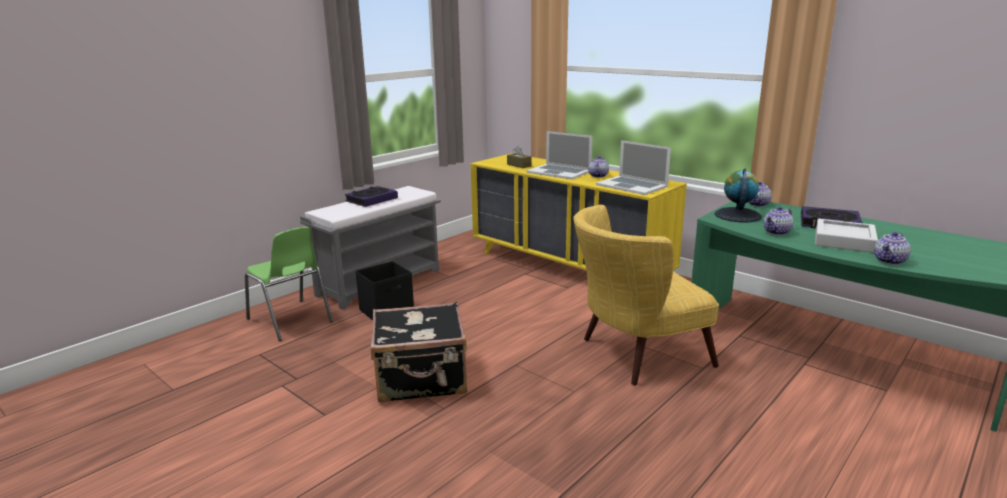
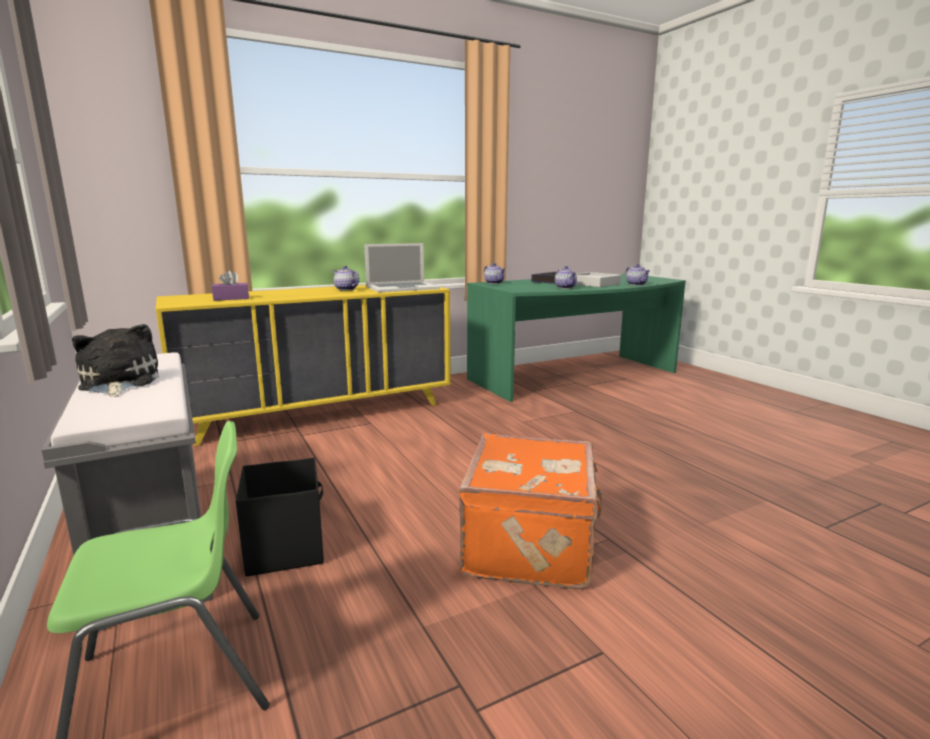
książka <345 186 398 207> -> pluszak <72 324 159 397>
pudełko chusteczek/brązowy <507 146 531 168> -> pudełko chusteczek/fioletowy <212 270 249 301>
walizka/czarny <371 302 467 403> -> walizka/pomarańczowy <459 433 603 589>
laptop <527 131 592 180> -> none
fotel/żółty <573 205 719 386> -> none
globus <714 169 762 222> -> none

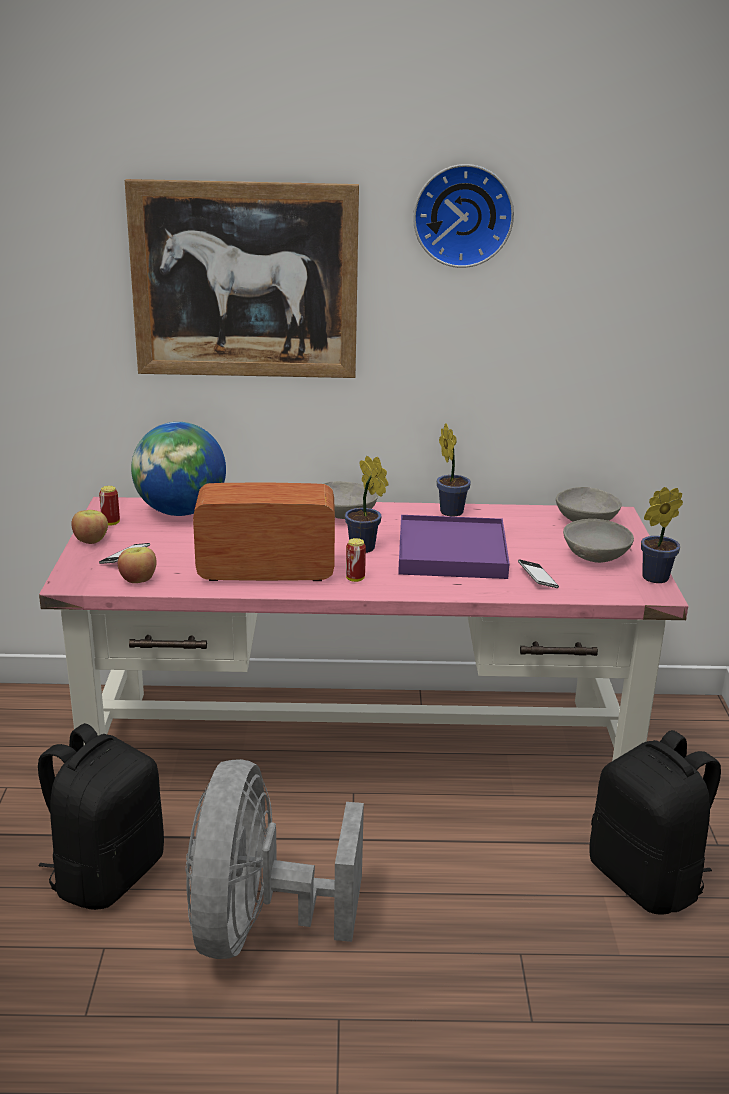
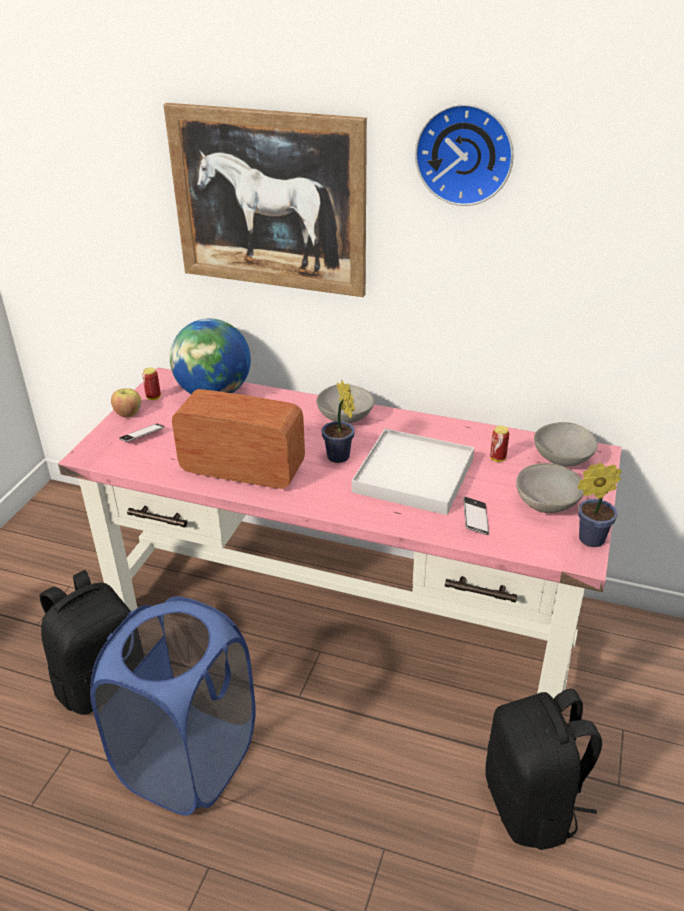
wentylator/szary <185 759 364 959> -> kosz na pranie/niebieski <90 596 256 816>
taca/fioletowy <398 515 510 579> -> taca/biały <352 429 474 515>
puszka <346 538 366 582> -> puszka <490 426 509 462>, moved
jabłko <118 547 157 583> -> none
roślina doniczkowa <437 423 471 517> -> none

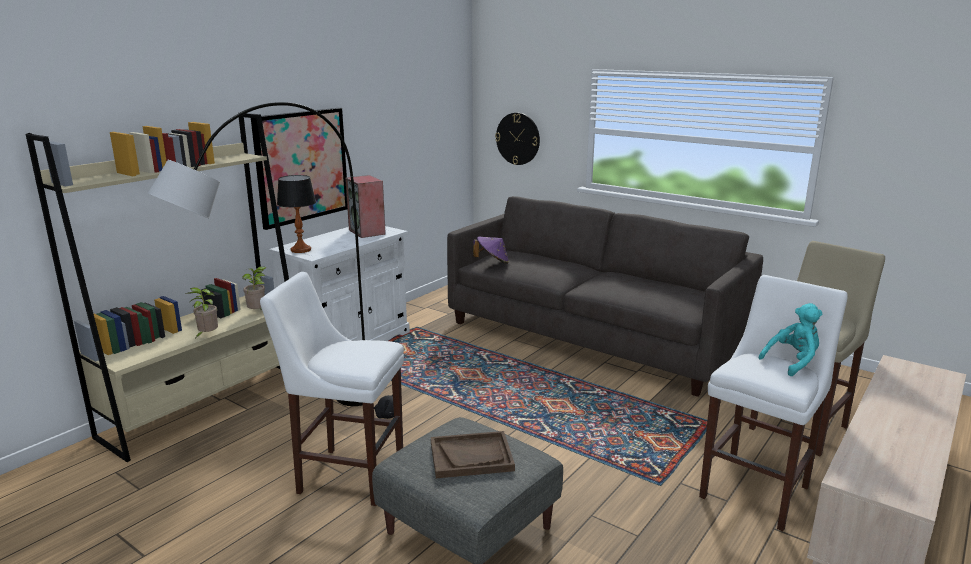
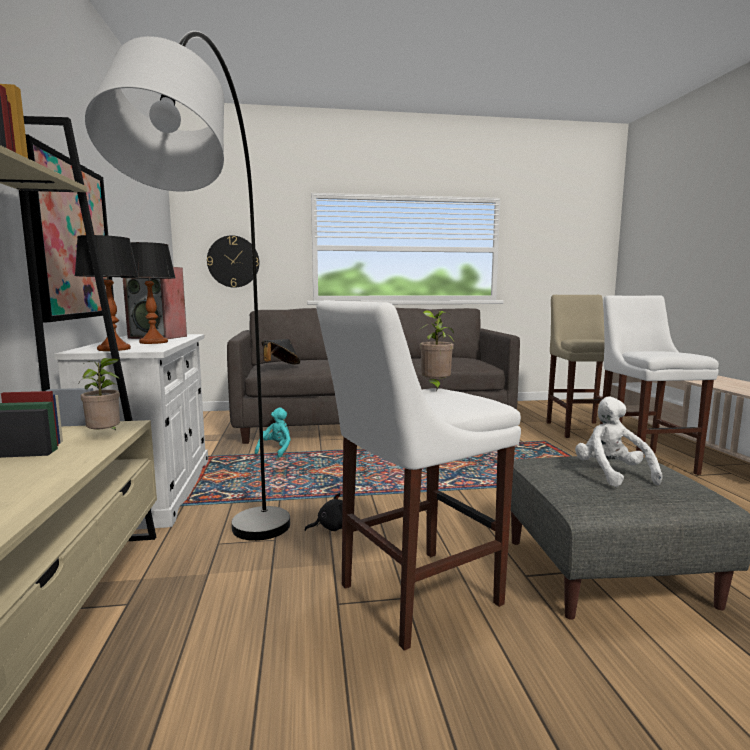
none -> lampa stołowa <121 242 175 344>
pluszak/turkusowy <758 303 823 376> -> pluszak/turkusowy <255 408 291 457>, moved
kapelusz/fioletowy <473 237 509 264> -> kapelusz/czarny <262 339 300 364>
roślina doniczkowa <185 287 218 338> -> roślina doniczkowa <420 310 454 391>, moved
taca/brązowy <431 431 515 478> -> pluszak/biały <575 397 663 487>

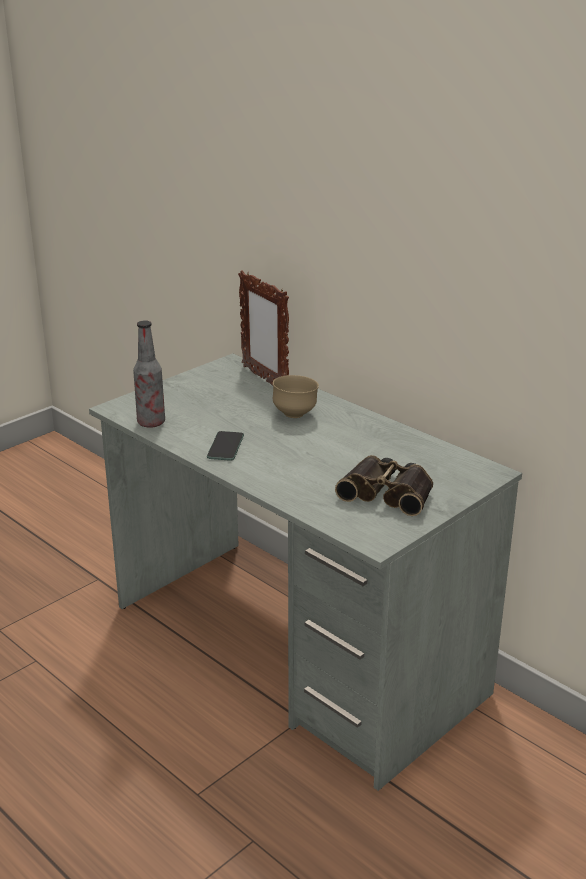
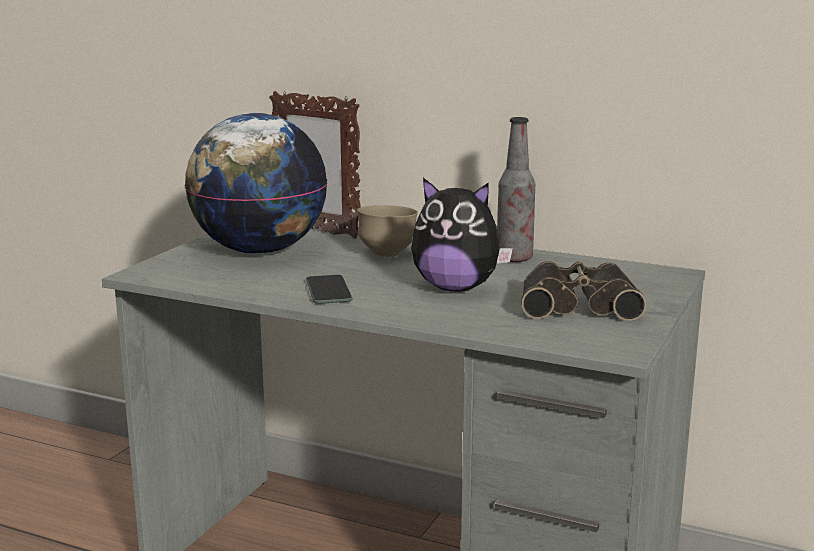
none -> globus <185 113 327 254>
none -> pluszak <411 178 513 292>
butelka <133 320 165 428> -> butelka <497 117 535 262>, moved

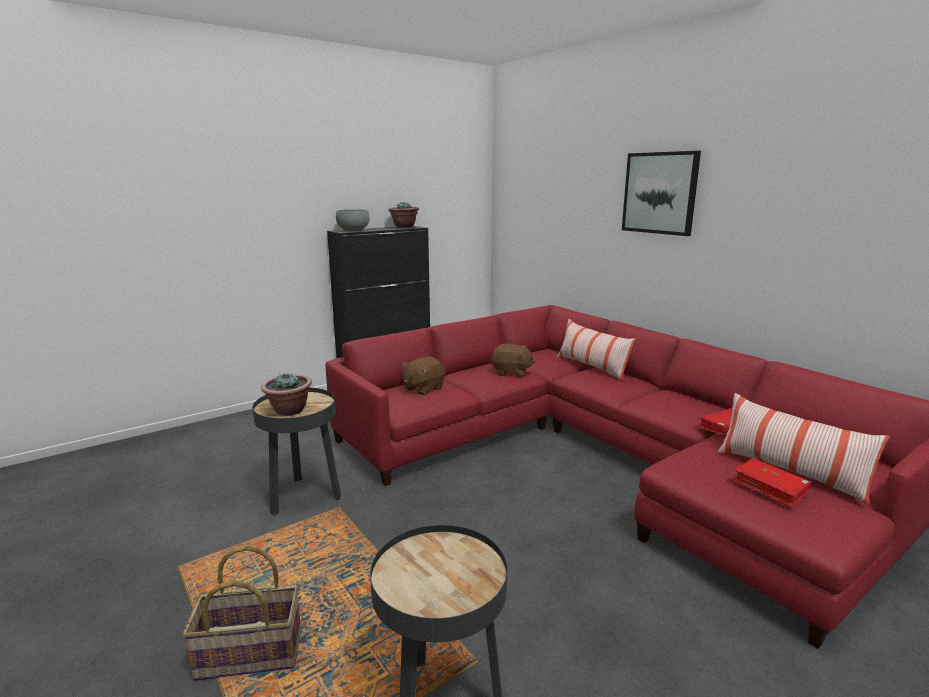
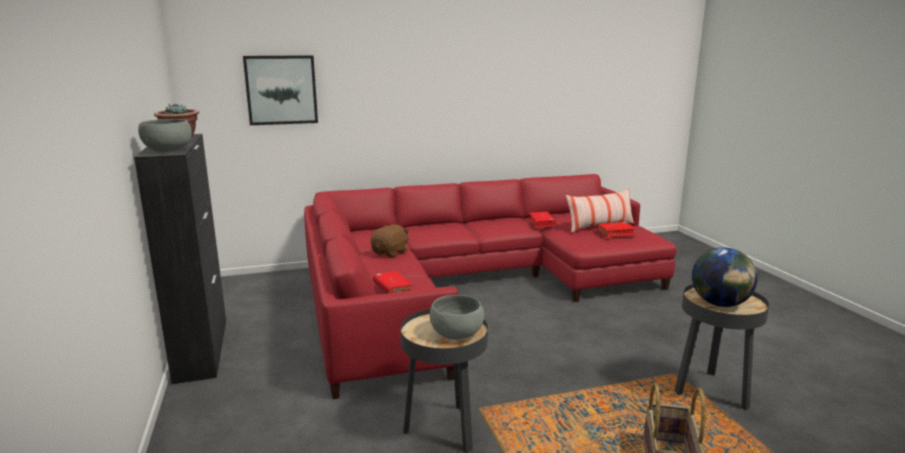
obraz <622 151 701 236> -> obraz <243 55 318 125>, moved
pluszak/brązowy <401 356 446 395> -> książka/czerwony <373 271 414 293>
roślina doniczkowa <261 373 312 416> -> miska/szary <430 295 484 340>
none -> globus <692 247 757 307>
poduszka <557 319 636 381> -> none

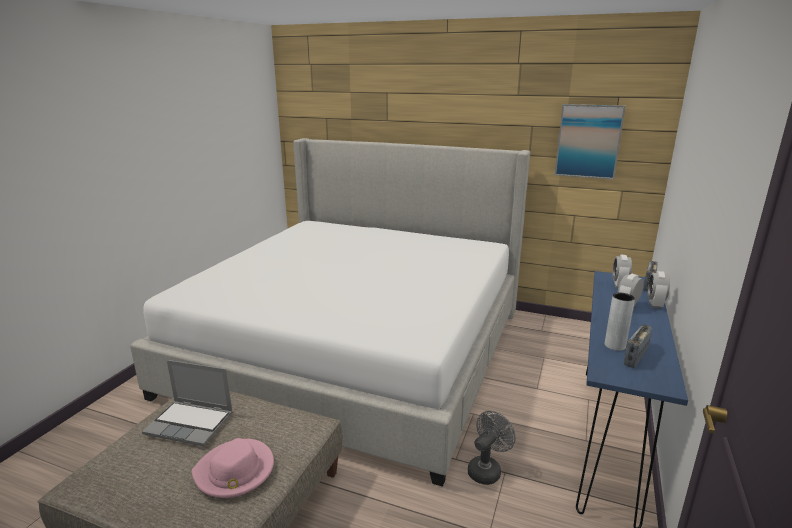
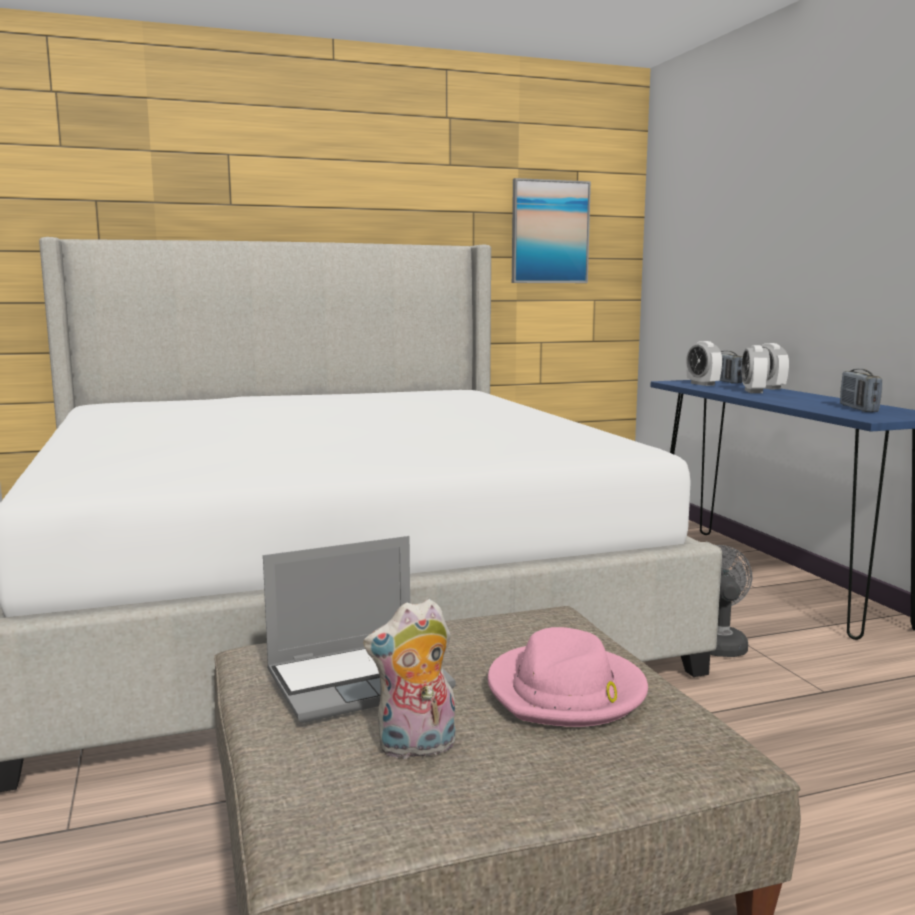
none -> pluszak <363 599 456 759>
wazon/szary <605 293 635 351> -> none

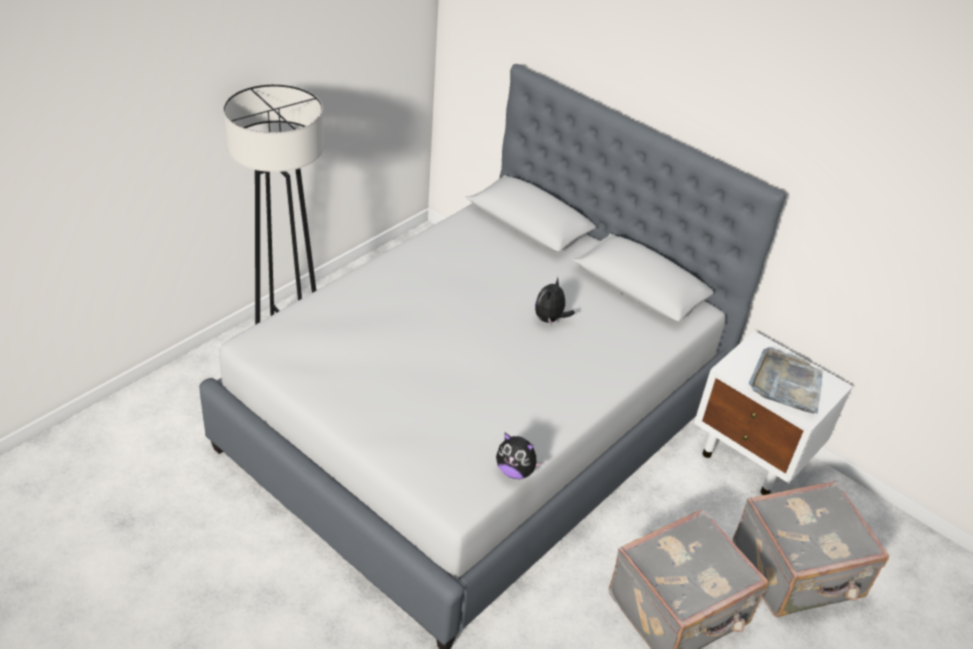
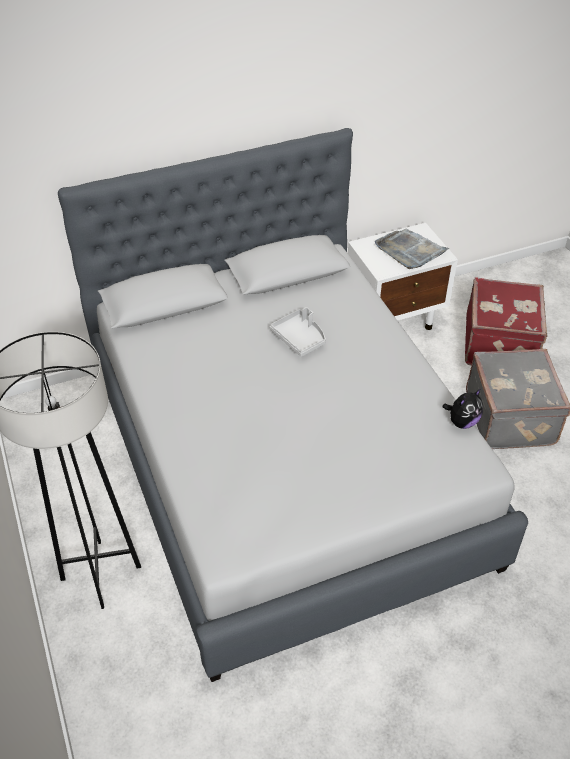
pluszak <535 277 575 324> -> taca/szary <270 307 326 357>
walizka/szary <733 480 889 617> -> walizka/czerwony <465 278 548 365>

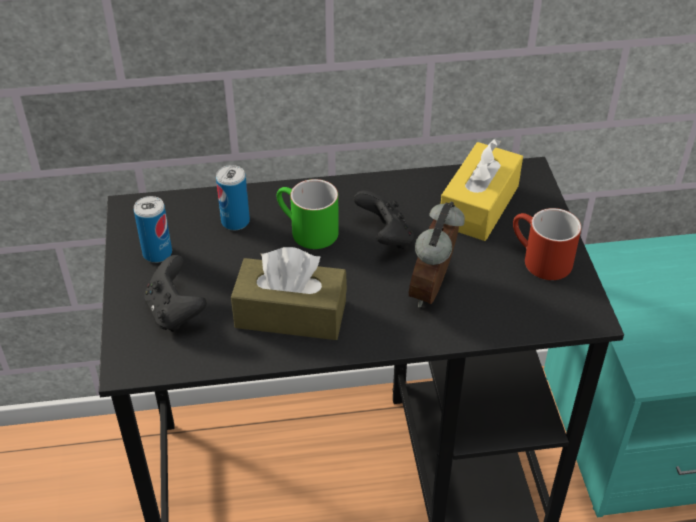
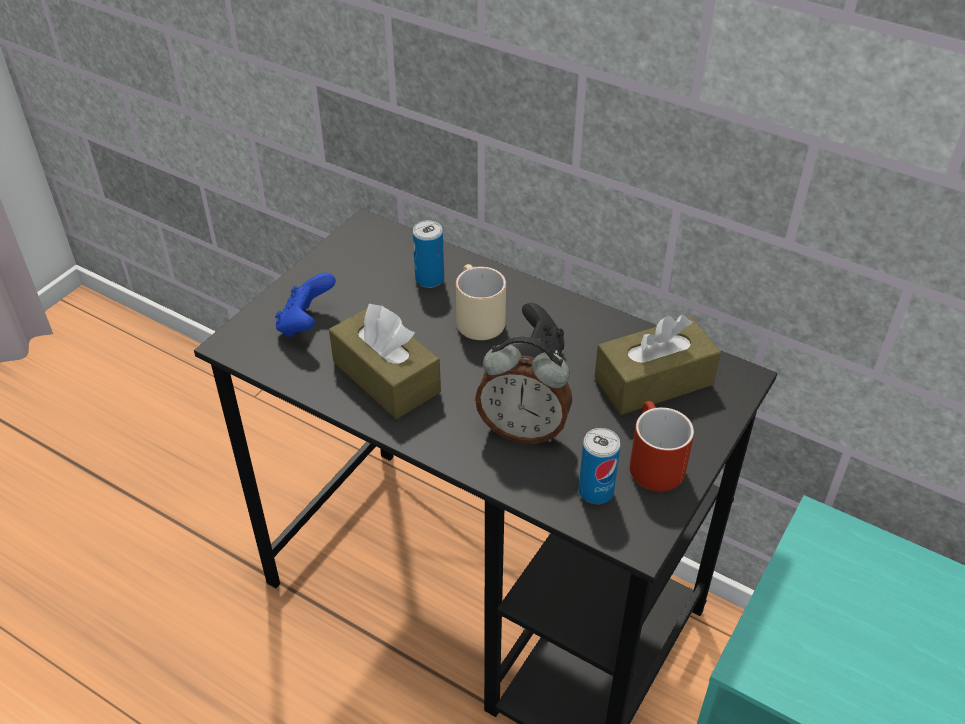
pad do gier/czarny <144 255 207 332> -> pad do gier/niebieski <275 273 336 337>
kubek/zielony <277 179 339 249> -> kubek/beżowy <456 264 506 340>
budzik <409 201 465 308> -> budzik <475 336 572 444>, 135 degrees counterclockwise
puszka <134 196 172 263> -> puszka <578 428 621 504>, moved
pudełko chusteczek/żółty <441 139 523 241> -> pudełko chusteczek/brązowy <594 315 721 415>

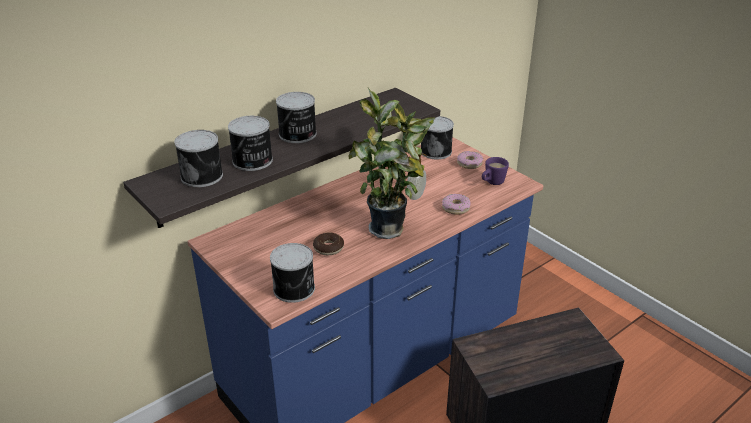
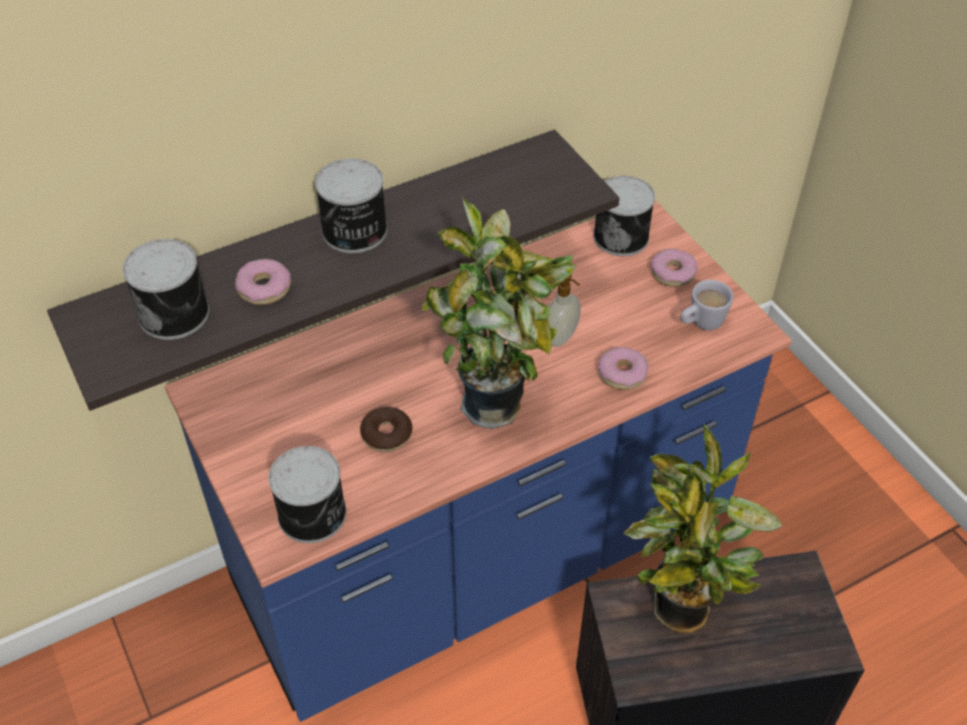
puszka <228 116 273 171> -> donut <235 259 291 305>
none -> roślina doniczkowa <623 423 782 633>
kubek/fioletowy <482 157 509 185> -> kubek/biały <680 280 733 330>

